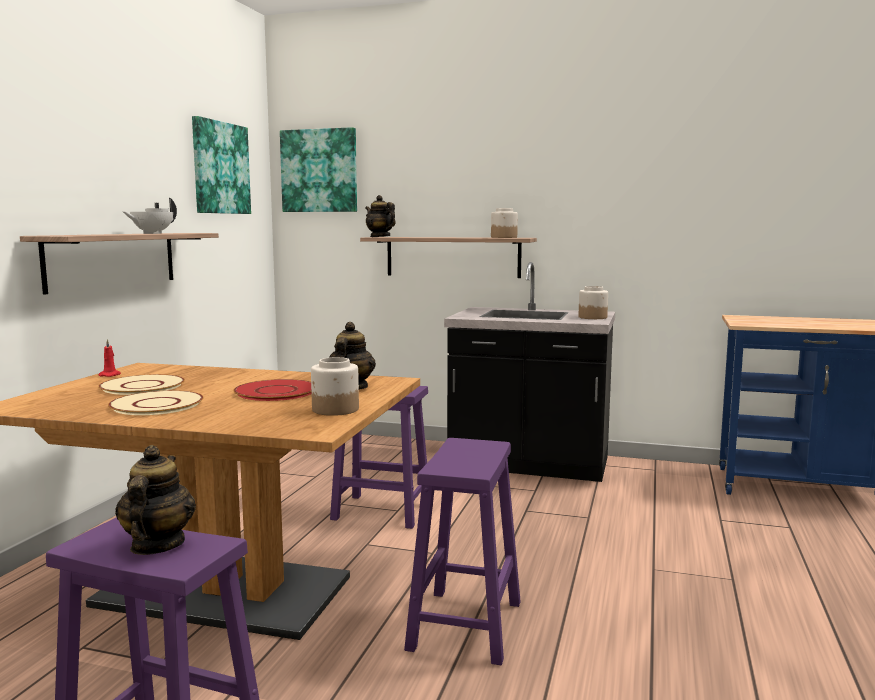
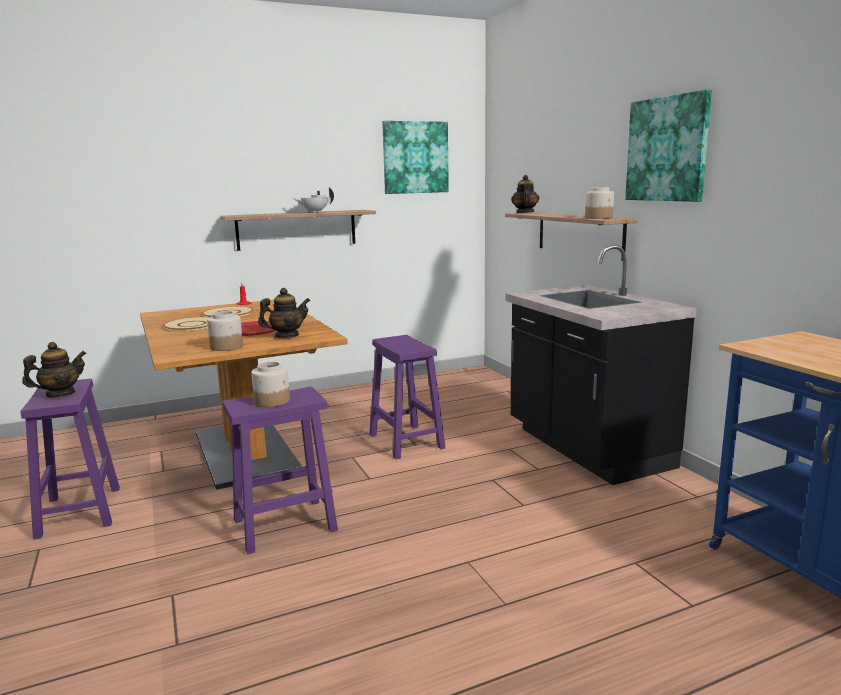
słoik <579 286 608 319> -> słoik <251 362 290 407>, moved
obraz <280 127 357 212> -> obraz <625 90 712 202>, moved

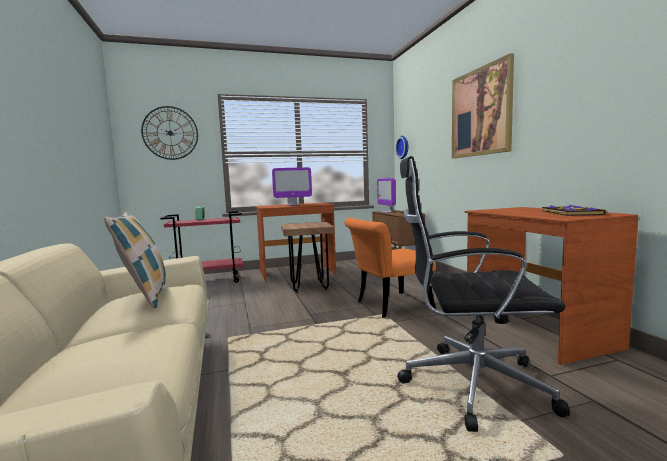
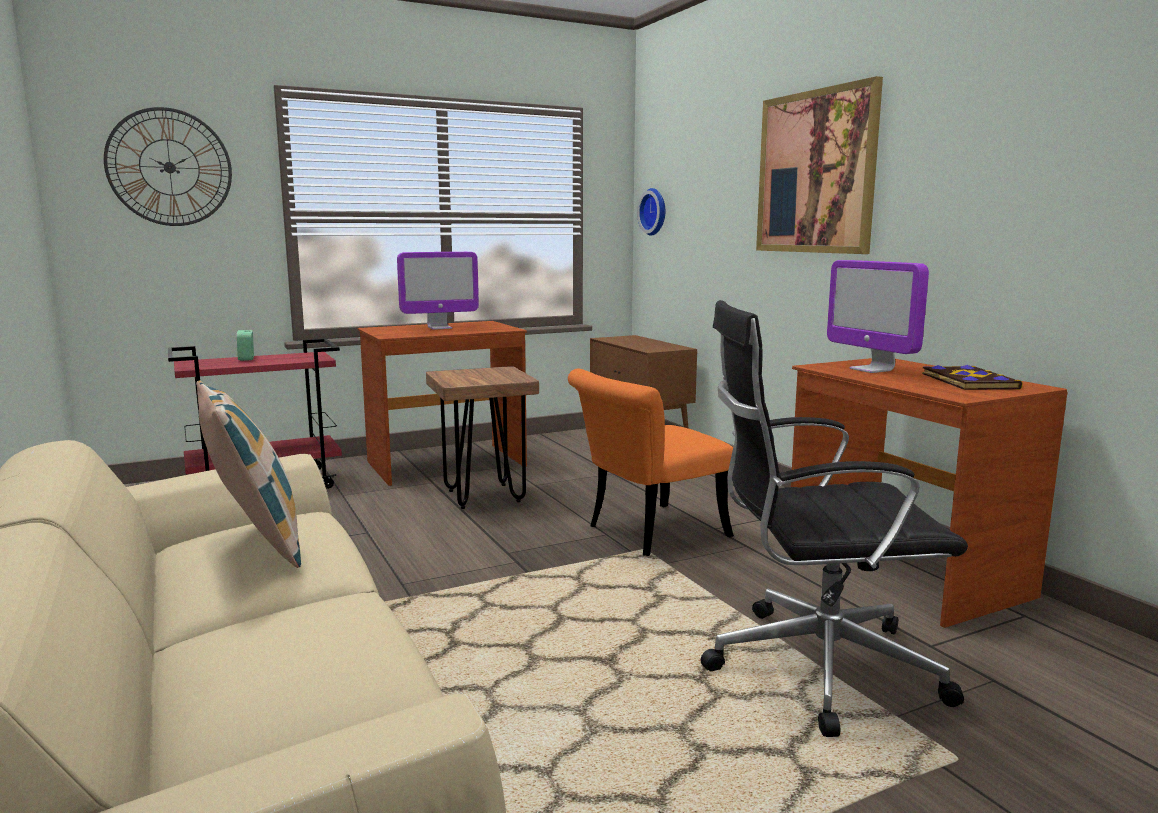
monitor <377 178 396 212> -> monitor <827 260 929 373>, moved

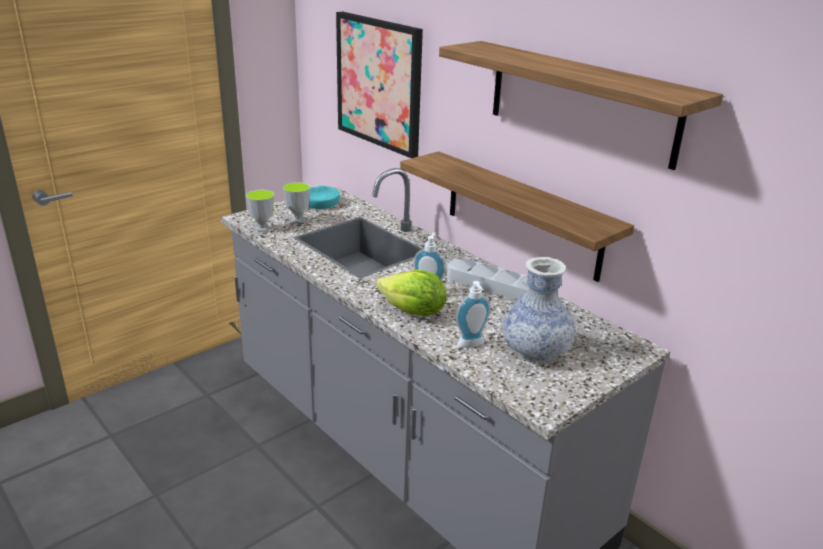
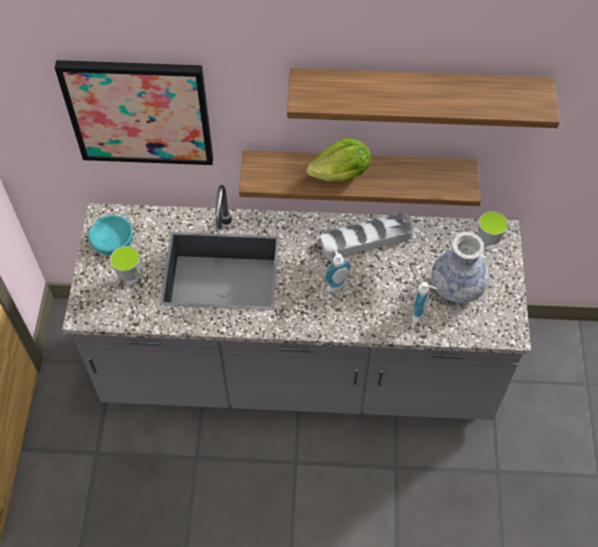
sałata <376 270 447 316> -> sałata <306 138 371 181>, moved
filiżanka <246 190 274 232> -> filiżanka <478 211 508 250>, moved

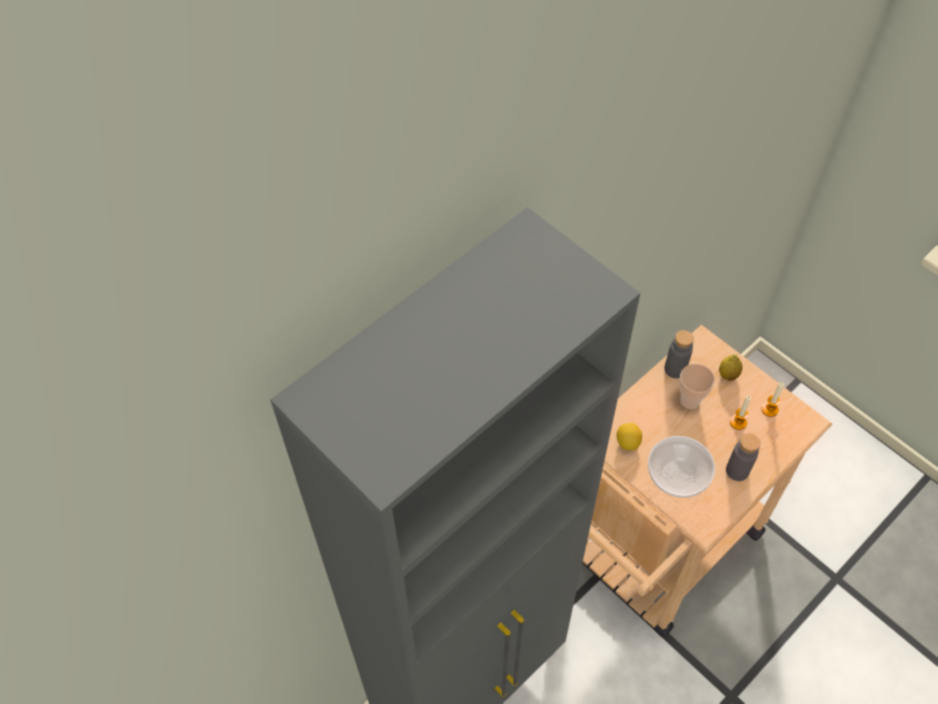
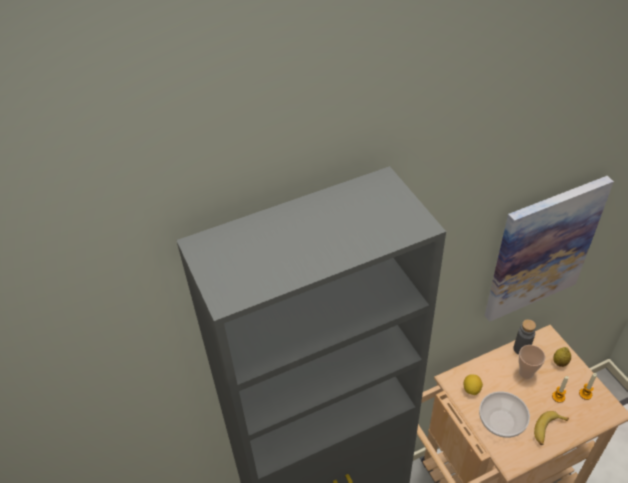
none -> obraz <484 176 614 322>
butelka/szary <726 434 760 481> -> banan <534 411 569 445>

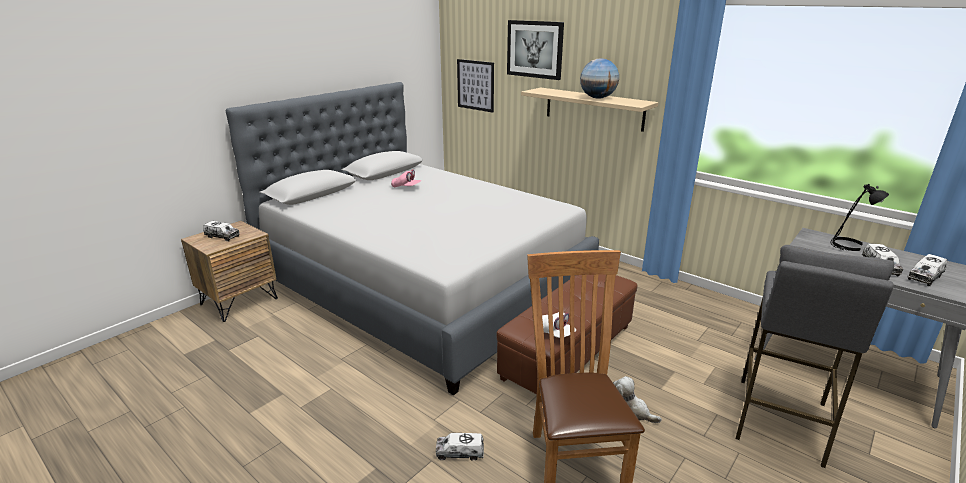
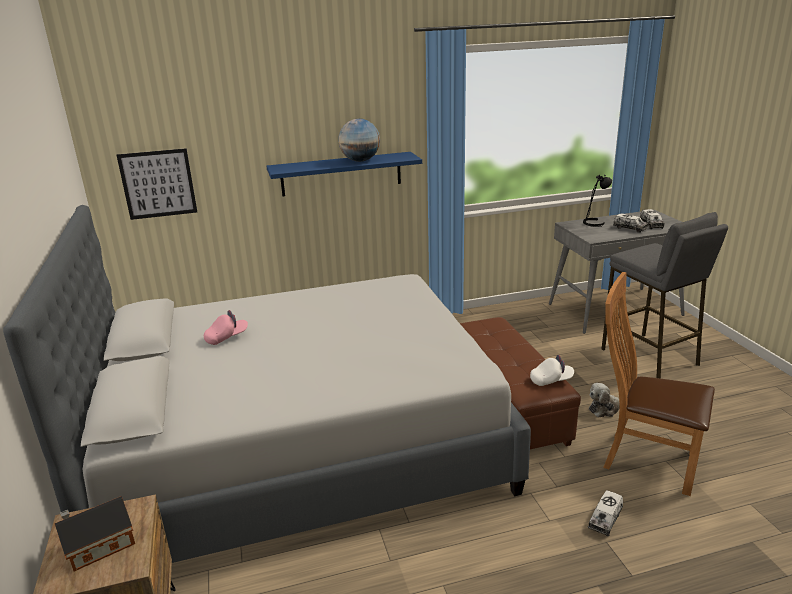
ciężarówka zabawkowa <203 221 240 241> -> domek <54 496 135 571>
półka/beżowy <521 87 659 132> -> półka/niebieski <267 152 422 197>
obraz <507 20 564 80> -> none

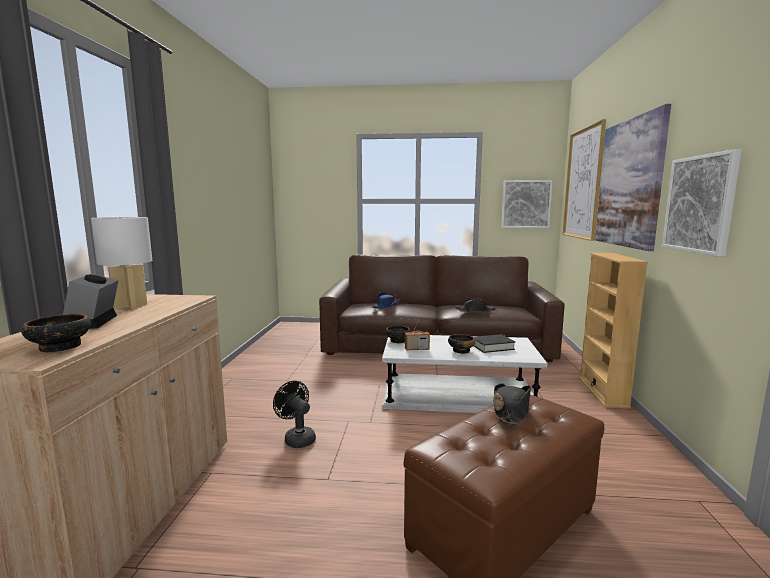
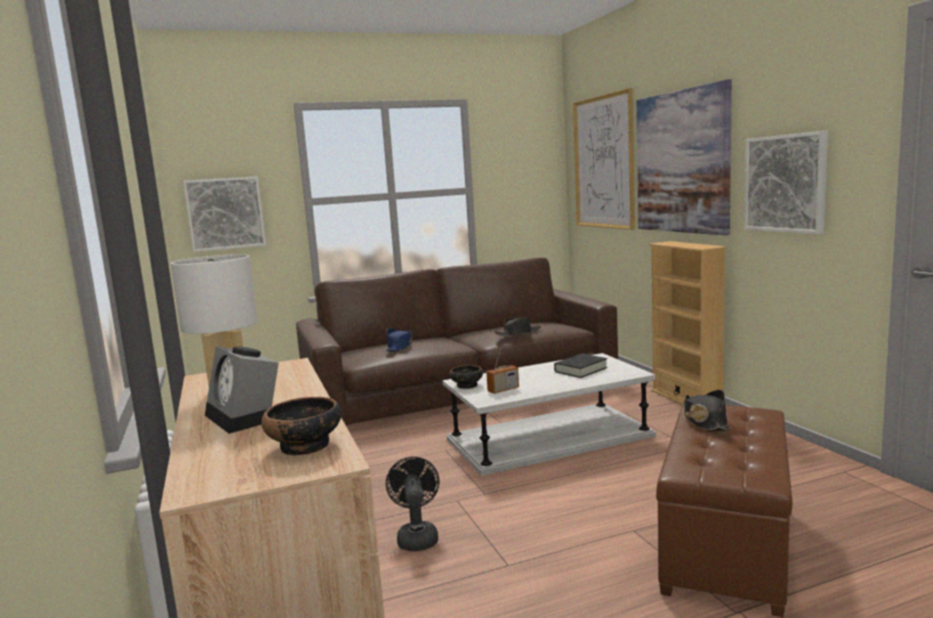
obraz <501 180 553 228> -> obraz <183 176 266 252>, moved
wentylator/czarny <273 381 316 448> -> wentylator/czarny <386 457 439 551>, 60 degrees clockwise
miska <448 334 475 354> -> none

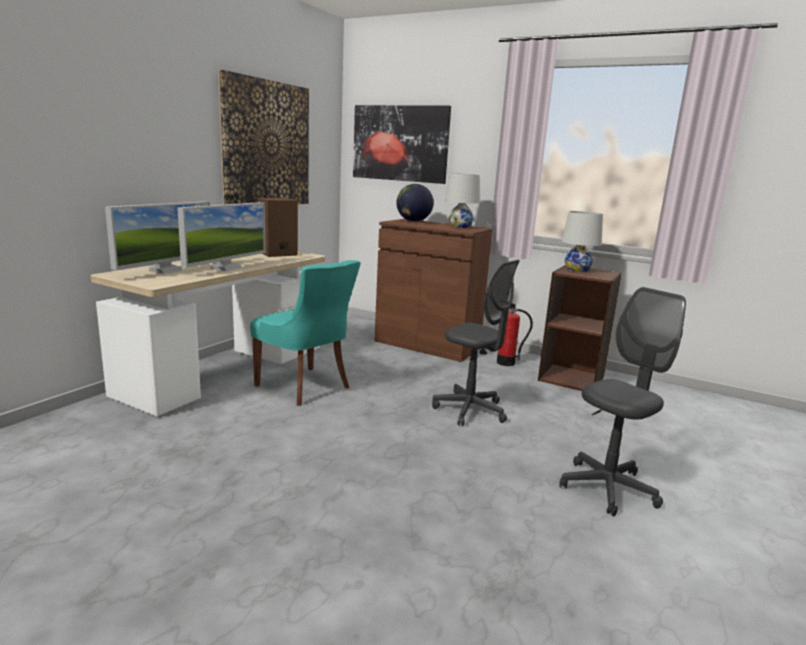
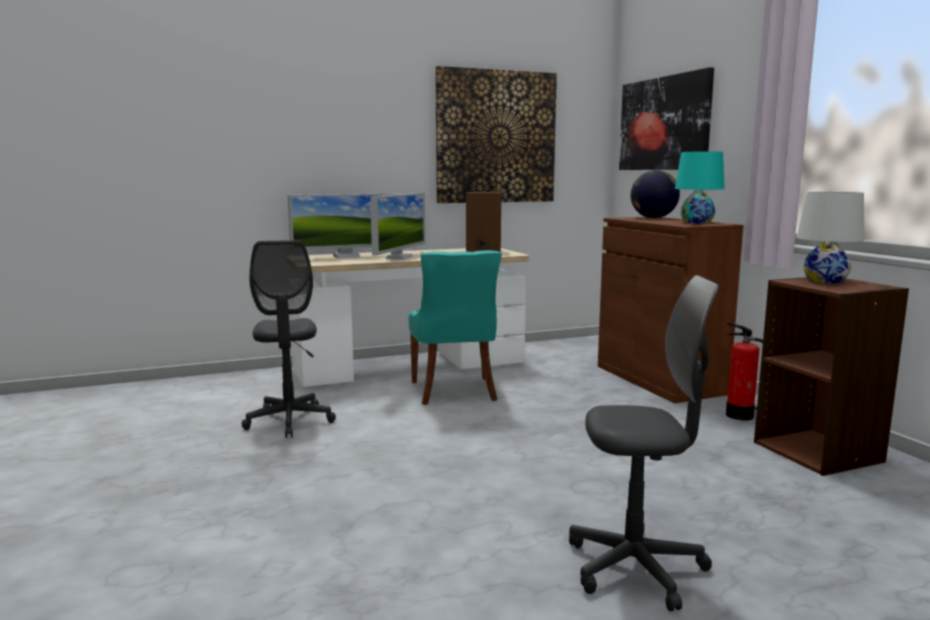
krzesło biurowe/szary <432 260 520 426> -> krzesło biurowe/szary <242 240 336 438>, moved
monitor <177 202 266 271> -> monitor <370 193 425 260>, 45 degrees counterclockwise
lampa stołowa/biały <445 173 480 228> -> lampa stołowa/turkusowy <675 151 725 224>

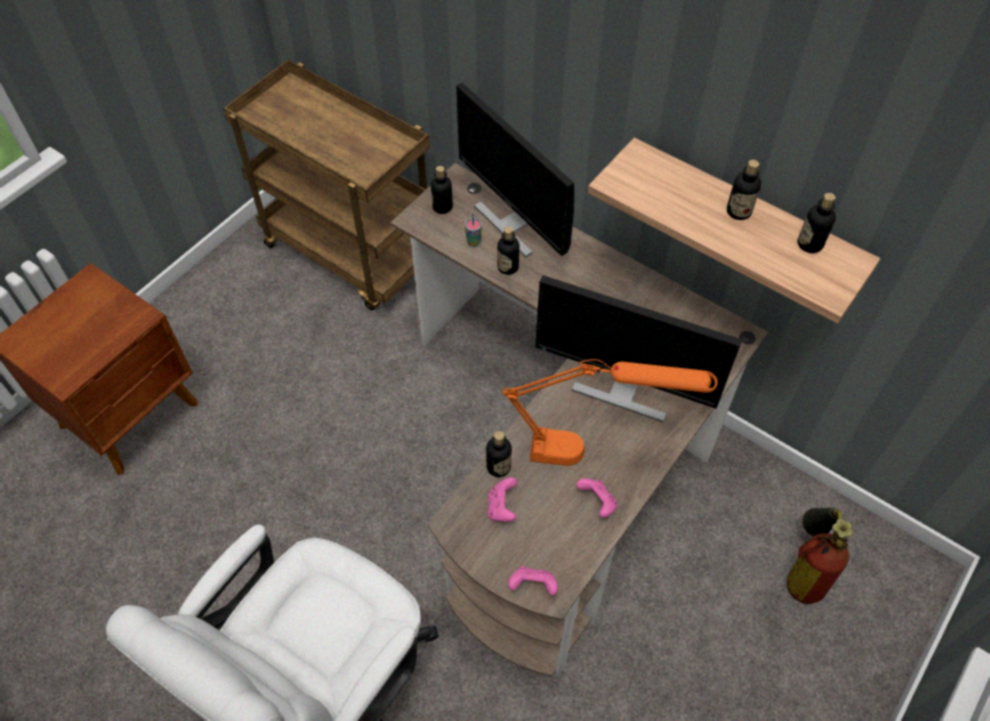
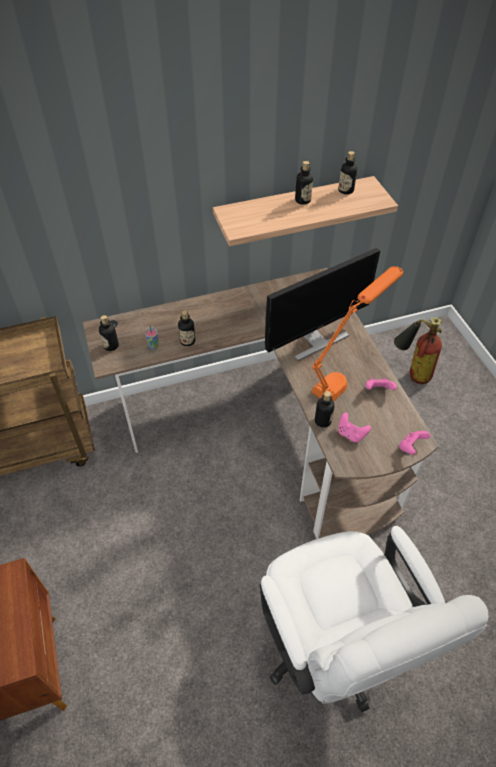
monitor <456 83 574 257> -> none

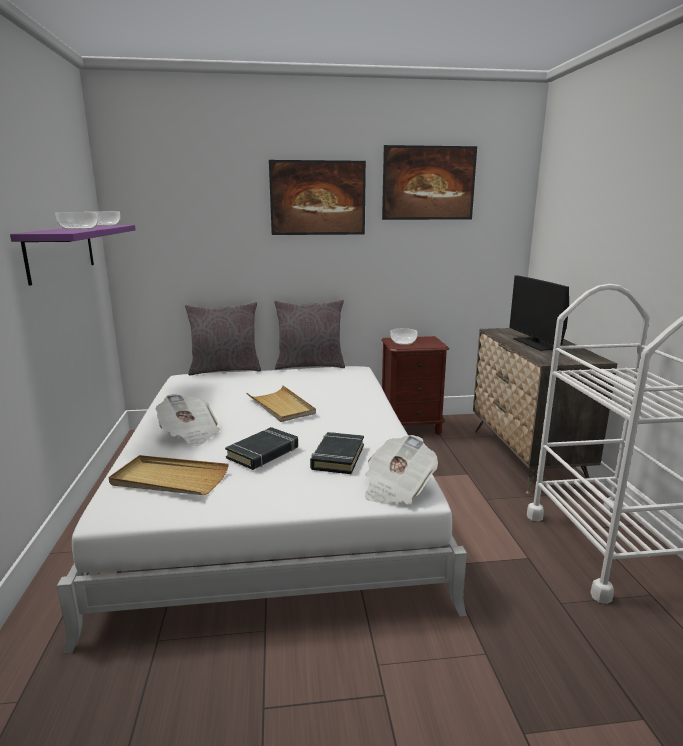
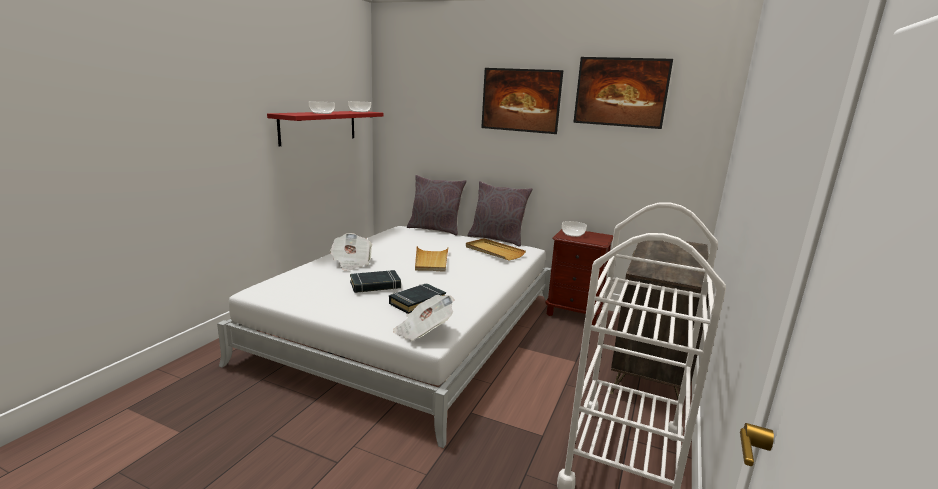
półka/fioletowy <10 225 136 286> -> półka/czerwony <267 111 384 146>
taca/beżowy <108 455 229 495> -> taca/beżowy <466 238 526 261>, moved
monitor <509 275 569 351> -> none

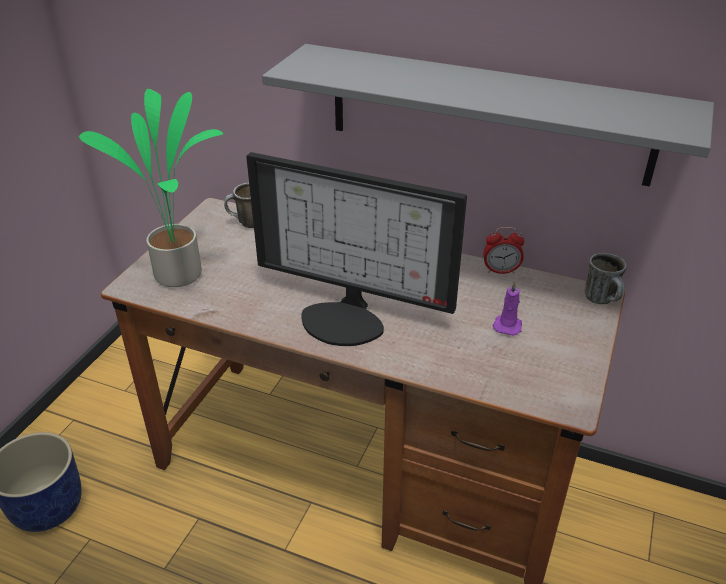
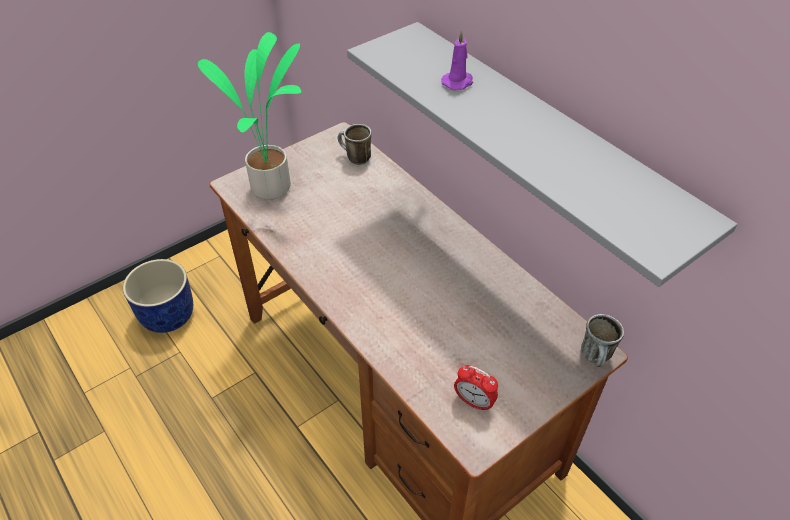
świeca/fioletowy <493 281 522 336> -> świeca/fioletowy <441 30 473 91>, moved
budzik <483 227 525 274> -> budzik <454 365 498 412>, moved
monitor <246 152 467 346> -> none

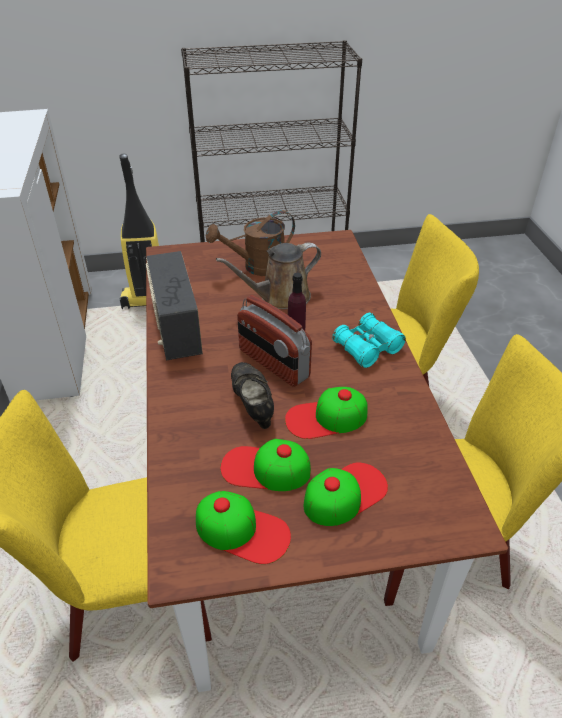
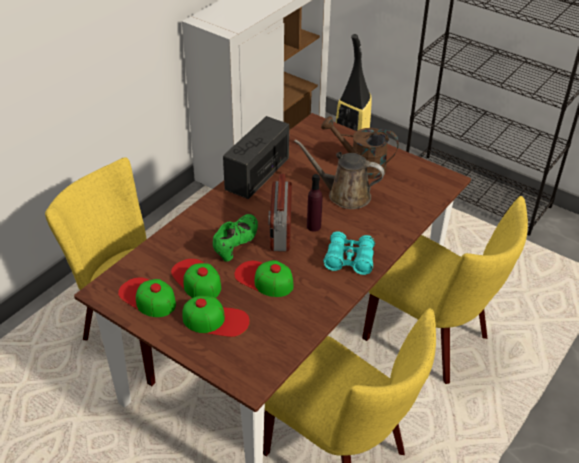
czapka z daszkiem <196 491 291 564> -> czapka z daszkiem <118 277 176 317>, 150 degrees clockwise
but/czarny <231 362 274 429> -> but/zielony <213 214 258 262>

